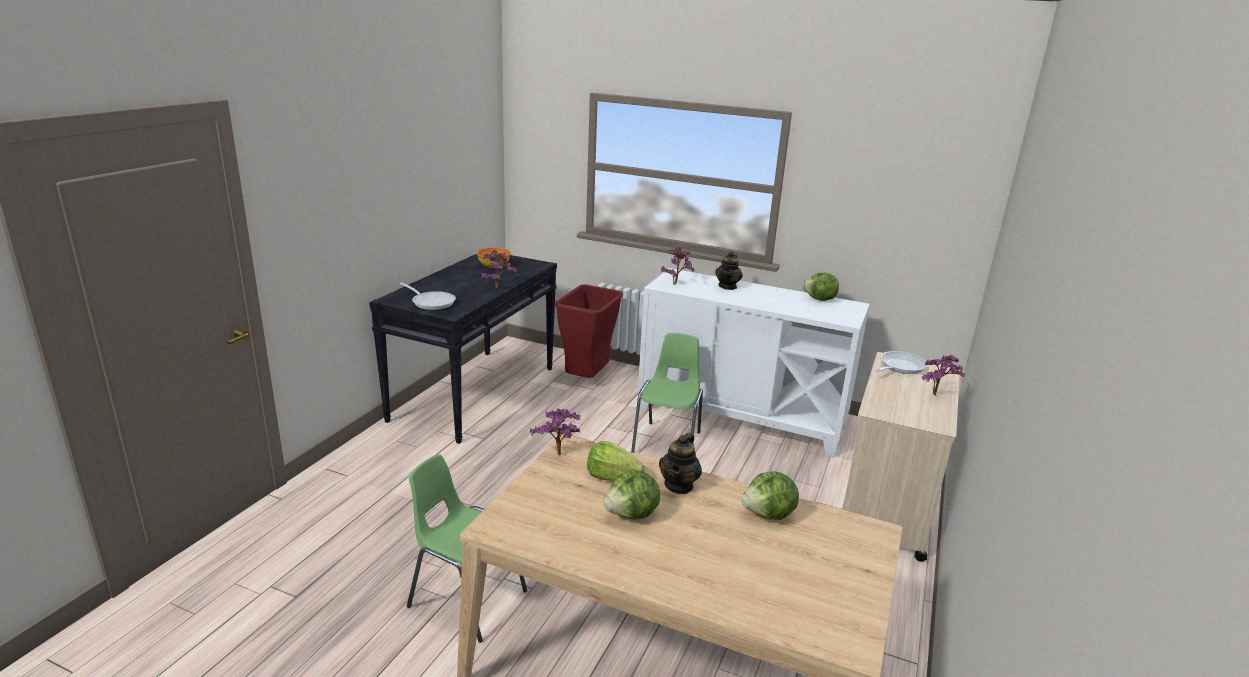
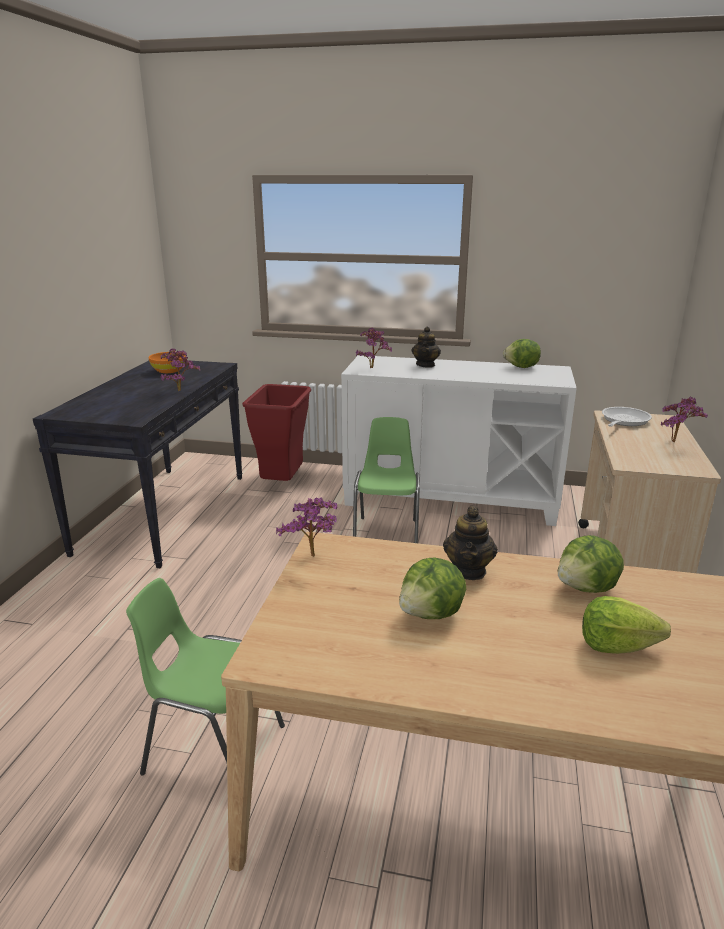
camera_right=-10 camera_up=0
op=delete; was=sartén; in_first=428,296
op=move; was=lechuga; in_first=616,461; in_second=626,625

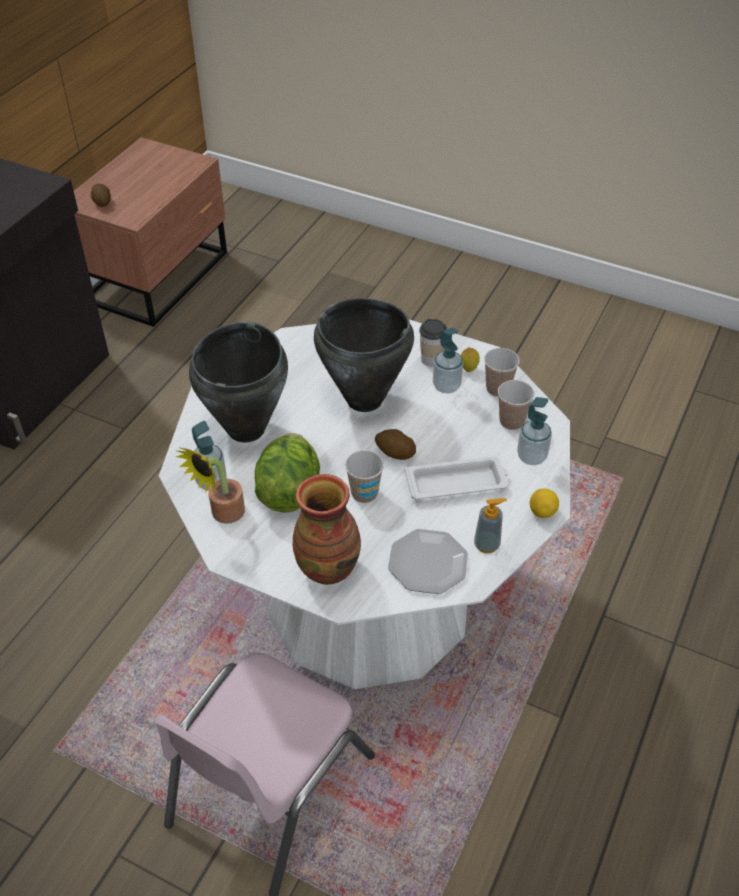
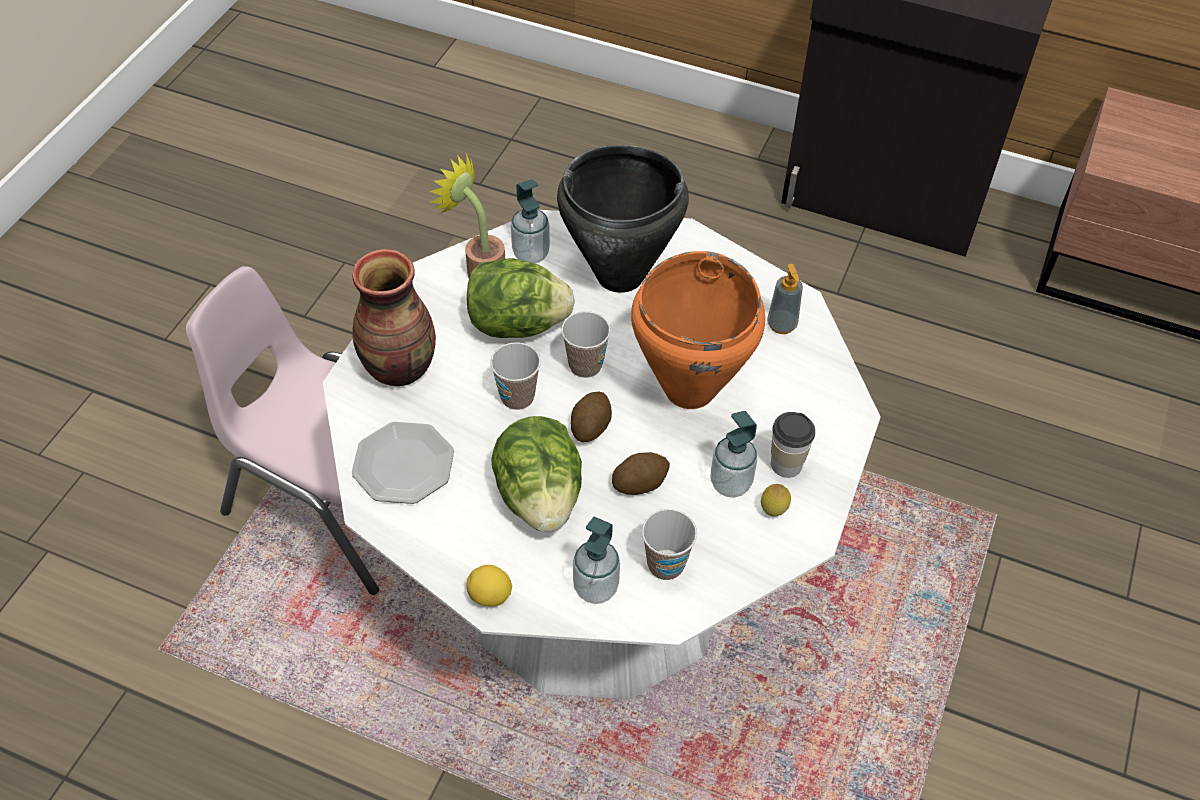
camera_right=85 camera_up=5
op=move; was=patata; in_first=101,195; in_second=641,473
op=recolor; was=olla/negro; now=olla/naranja; in_first=364,355; in_second=698,330
op=move; was=taza; in_first=502,372; in_second=586,344
op=replace; was=bandeja/blanco; now=lechuga; in_first=456,478; in_second=536,474
op=move; was=dispensador de jabón; in_first=490,526; in_second=785,299

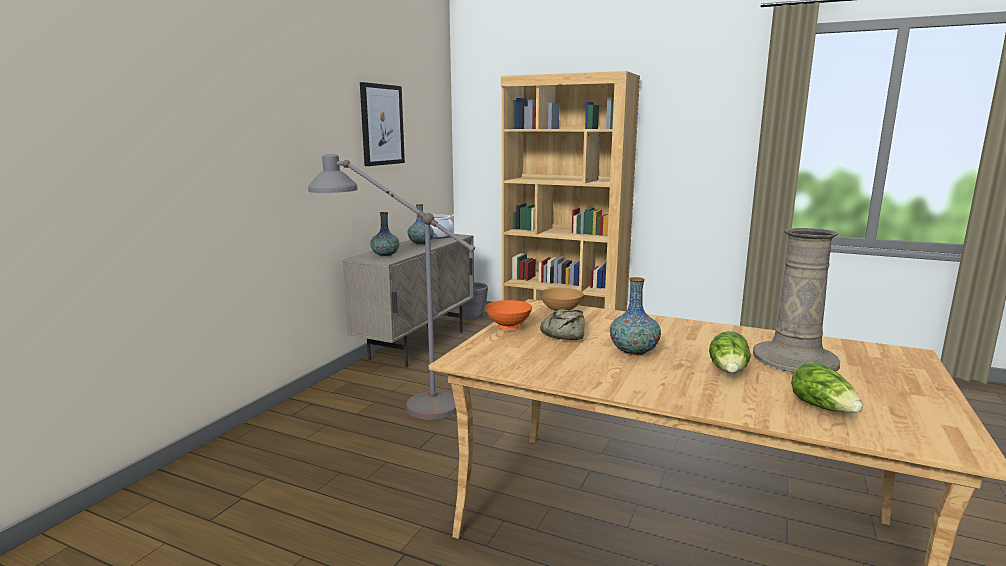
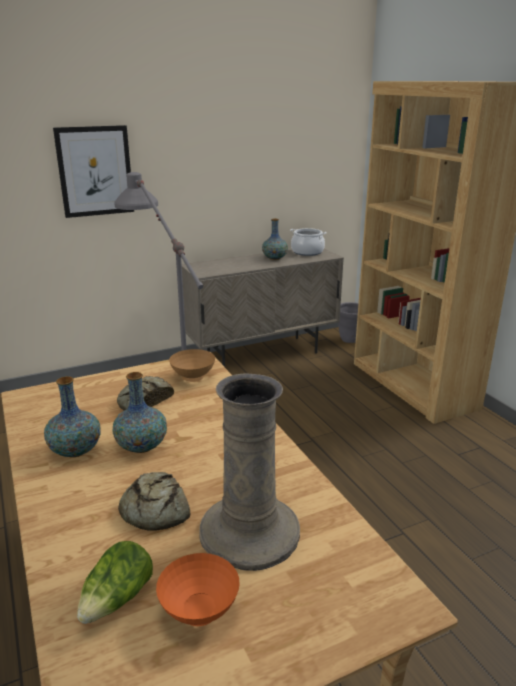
camera_right=40 camera_up=10
op=move; was=cuadro; in_first=382,124; in_second=93,171
op=move; was=florero; in_first=384,234; in_second=72,416
op=move; was=cuenco/naranja; in_first=508,315; in_second=198,589
op=replace; was=lechuga; now=pan; in_first=730,352; in_second=154,501

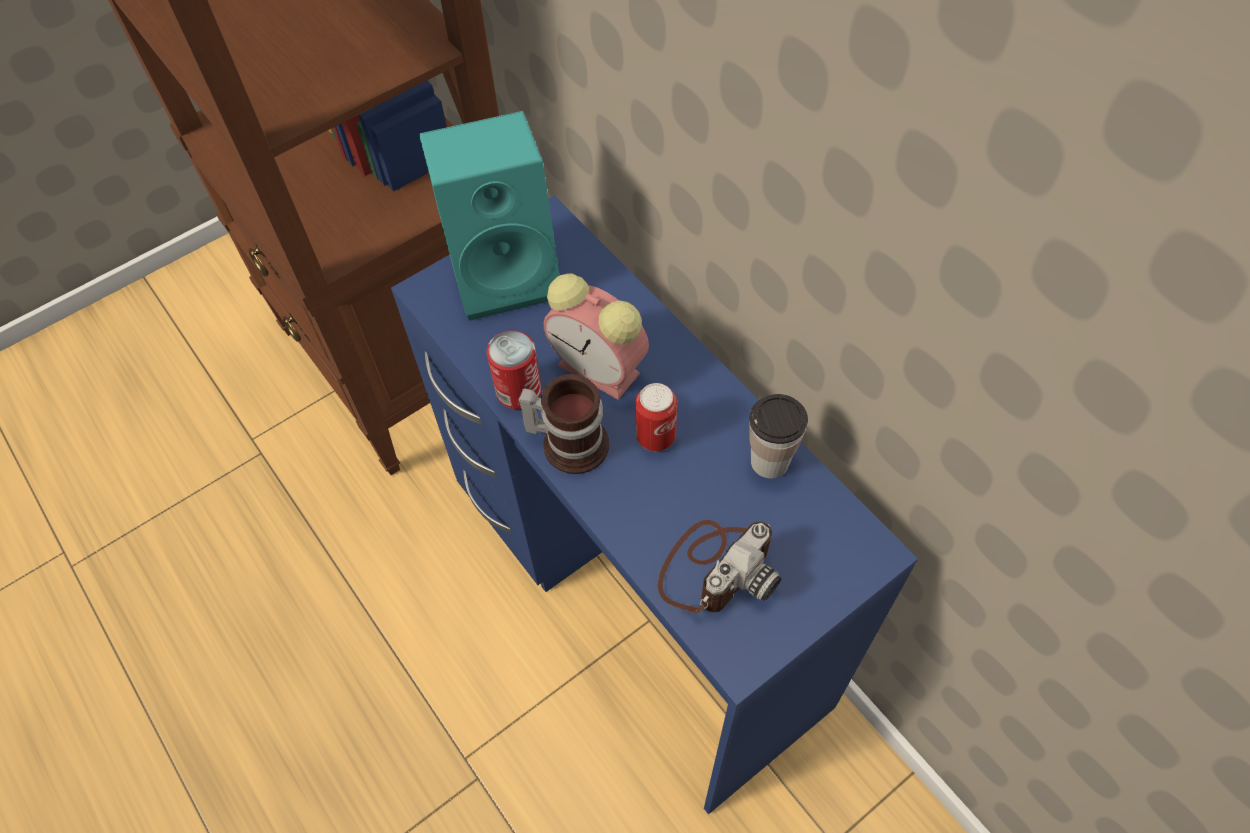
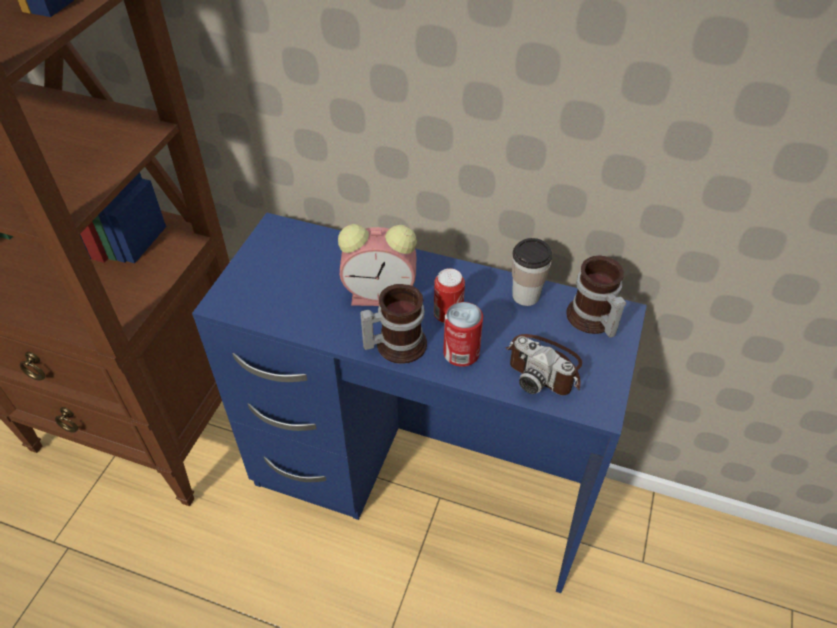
camera_right=-35 camera_up=-10
op=delete; was=altavoz/turquesa; in_first=489,216
op=move; was=lata; in_first=514,369; in_second=463,334
op=rotate; was=cámara; in_first=719,567; in_second=543,364; clockwise=120
op=insert; now=taza grande; in_second=596,297

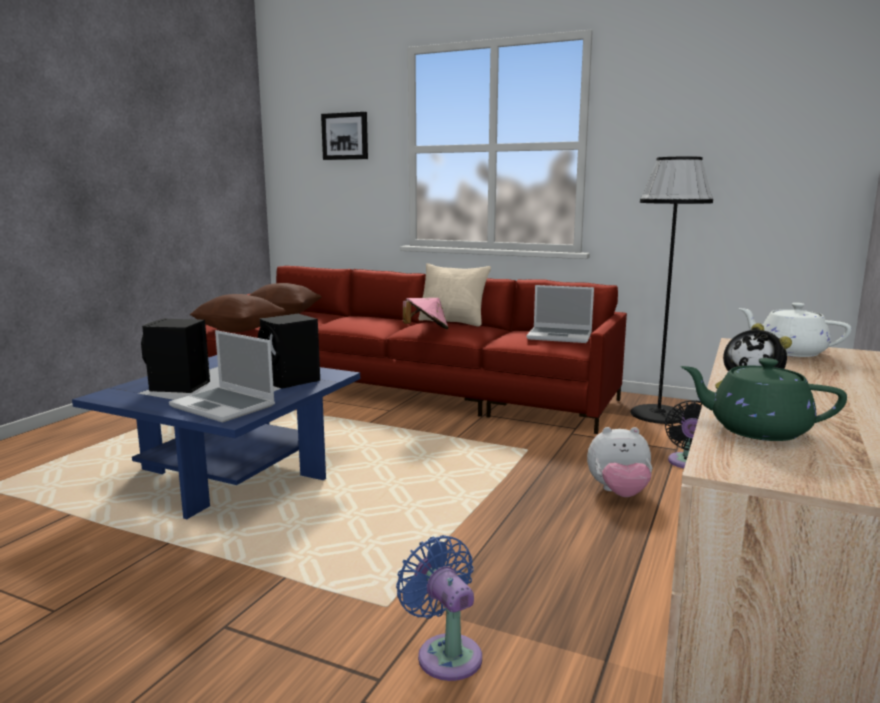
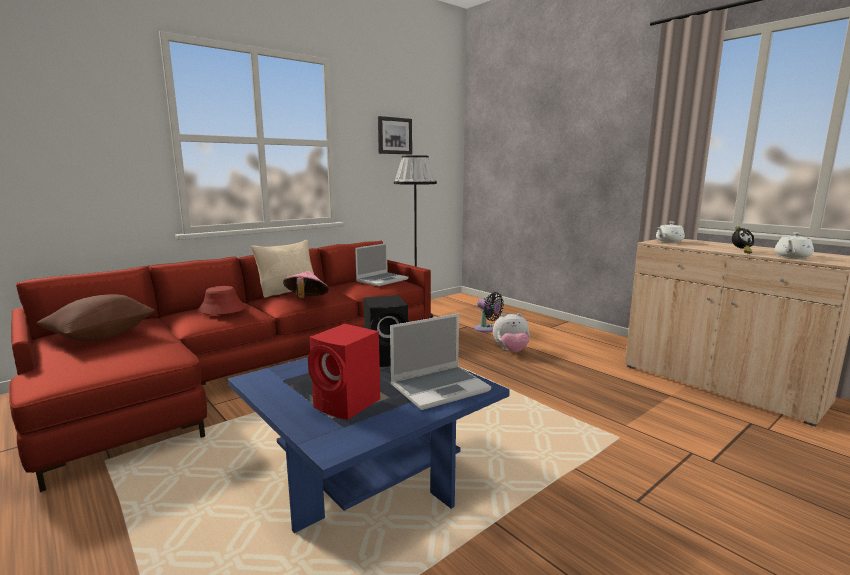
camera_right=-65 camera_up=0
op=move; was=cuadro; in_first=344,136; in_second=395,135
op=delete; was=cojín/marrón; in_first=237,313
op=recolor; was=altavoz/negro; now=altavoz/rojo; in_first=175,355; in_second=344,372
op=recolor; was=tetera/verde; now=tetera/blanco; in_first=763,399; in_second=794,246
op=rotate; was=peluche; in_first=619,462; in_second=511,332; clockwise=60
op=delete; was=ventilador/azul; in_first=439,608
op=insert; now=sombrero/rojo; in_second=222,300

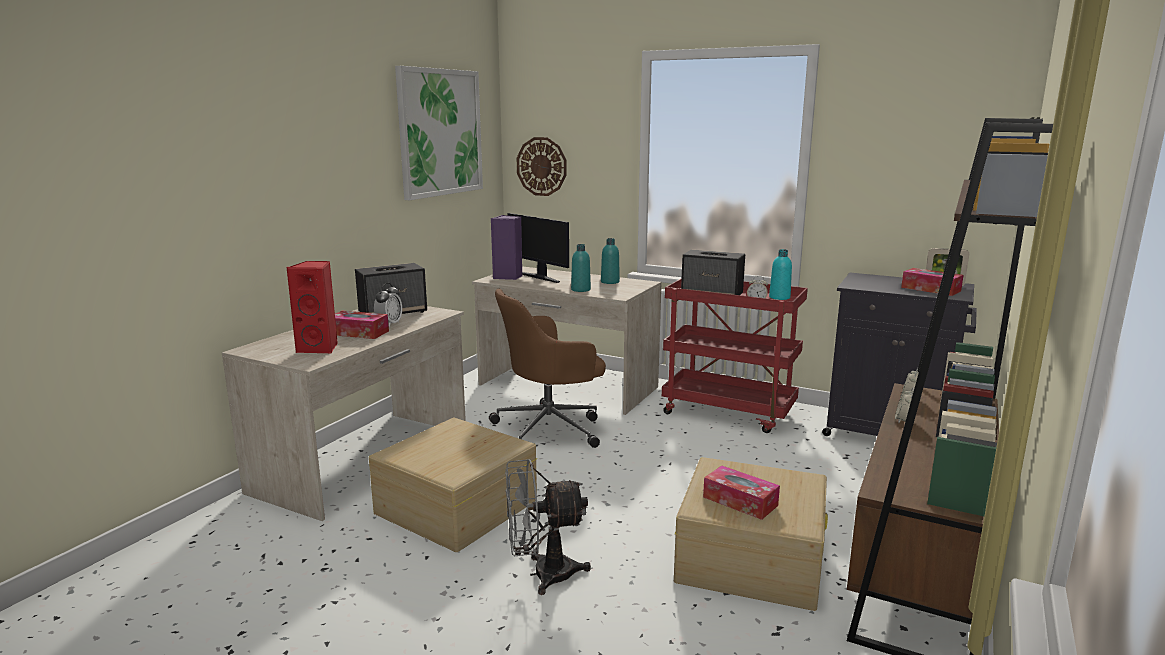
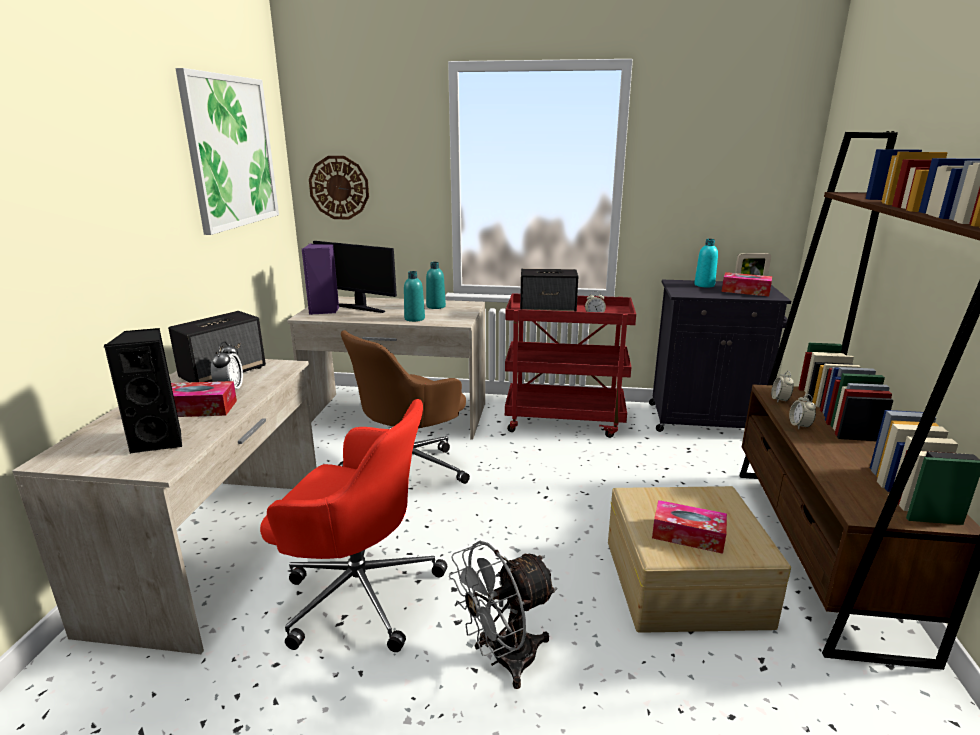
camera_right=-20 camera_up=5
op=move; was=botella/turquesa; in_first=780,274; in_second=706,263
op=recolor; was=altavoz/rojo; now=altavoz/negro; in_first=312,307; in_second=143,391
op=replace; was=caja de almacenaje/beis; now=silla de oficina/rojo; in_first=453,485; in_second=353,525

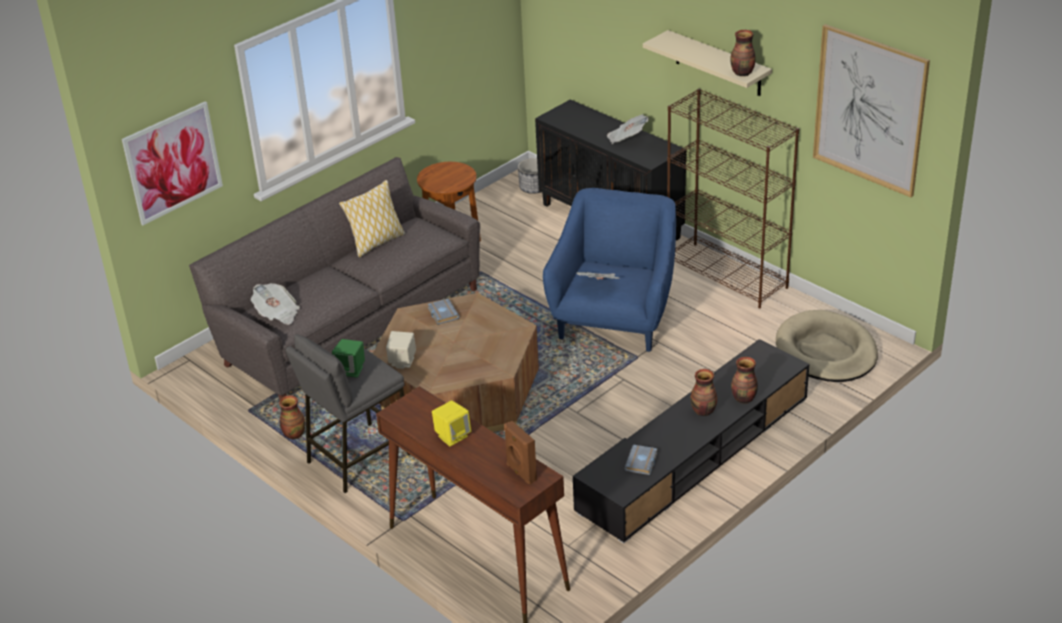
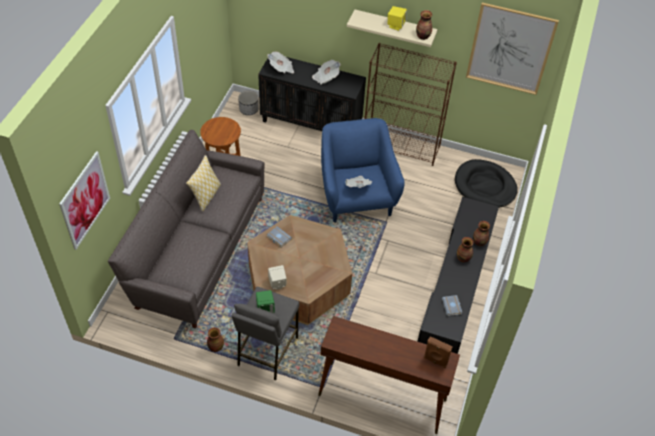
camera_right=-30 camera_up=15
op=move; was=periódico; in_first=275,304; in_second=280,62
op=recolor; was=cama para perro/beis; now=cama para perro/negro; in_first=827,346; in_second=486,183
op=move; was=altavoz/amarillo; in_first=451,423; in_second=397,18

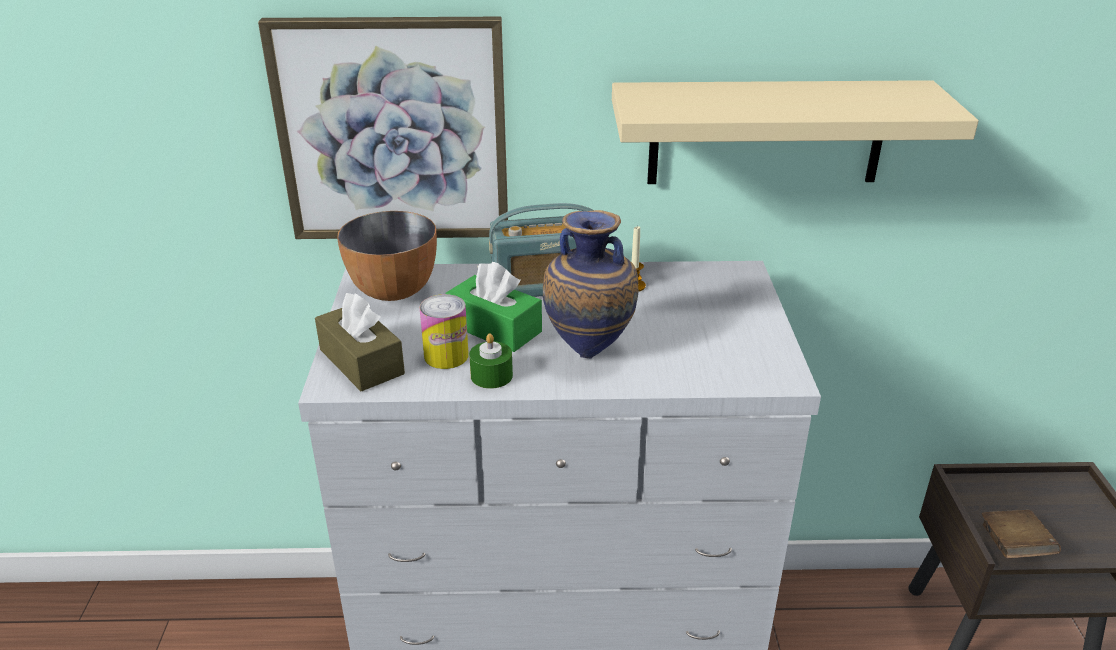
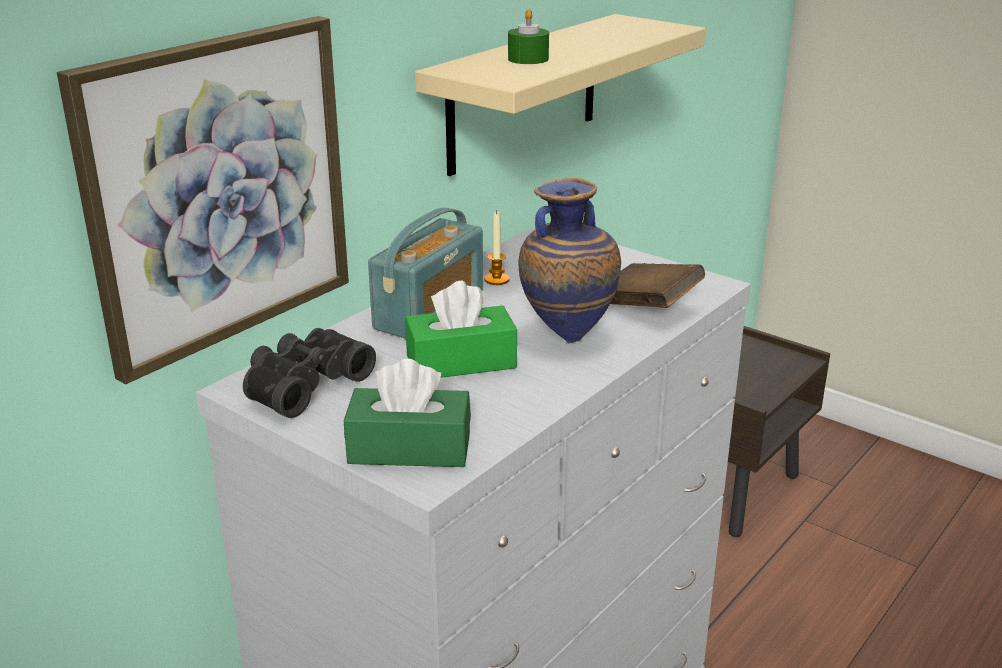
camera_right=-50 camera_up=-5
op=replace; was=cuenco; now=prismáticos/negro; in_first=387,256; in_second=309,373
op=recolor; was=caja de pañuelos/marrón; now=caja de pañuelos/verde; in_first=360,342; in_second=407,413
op=delete; was=lata; in_first=444,331
op=move; was=vela/verde; in_first=491,361; in_second=528,36
op=move; was=libro/marrón; in_first=1021,534; in_second=657,285

